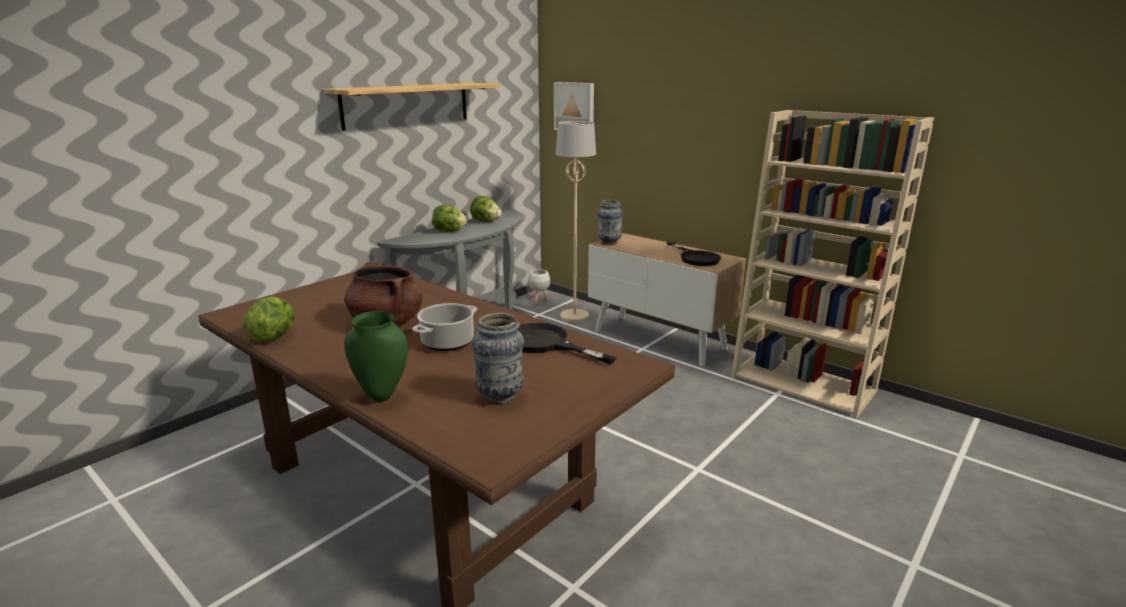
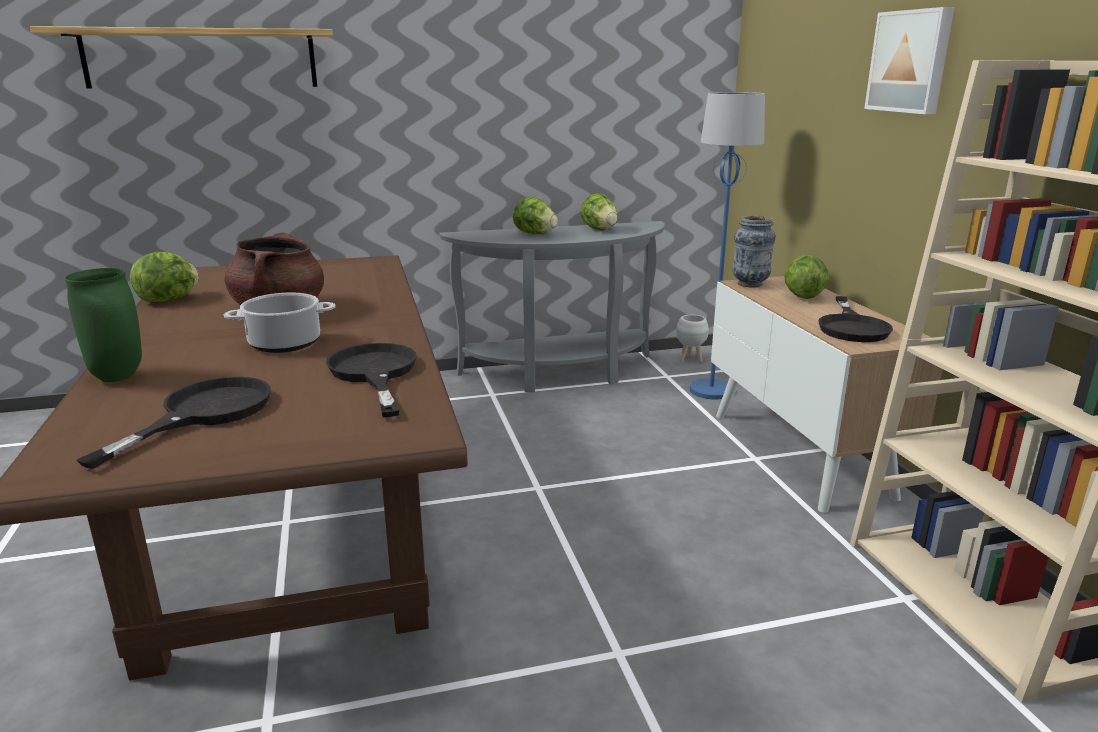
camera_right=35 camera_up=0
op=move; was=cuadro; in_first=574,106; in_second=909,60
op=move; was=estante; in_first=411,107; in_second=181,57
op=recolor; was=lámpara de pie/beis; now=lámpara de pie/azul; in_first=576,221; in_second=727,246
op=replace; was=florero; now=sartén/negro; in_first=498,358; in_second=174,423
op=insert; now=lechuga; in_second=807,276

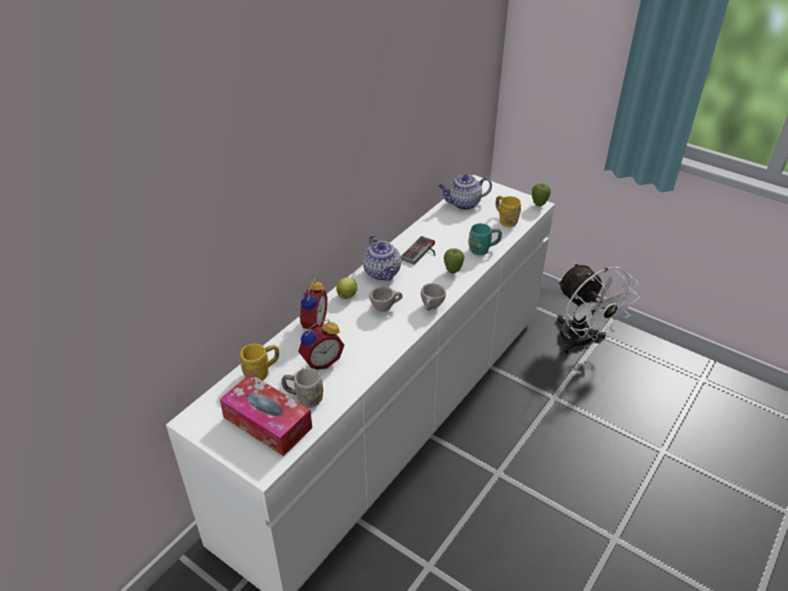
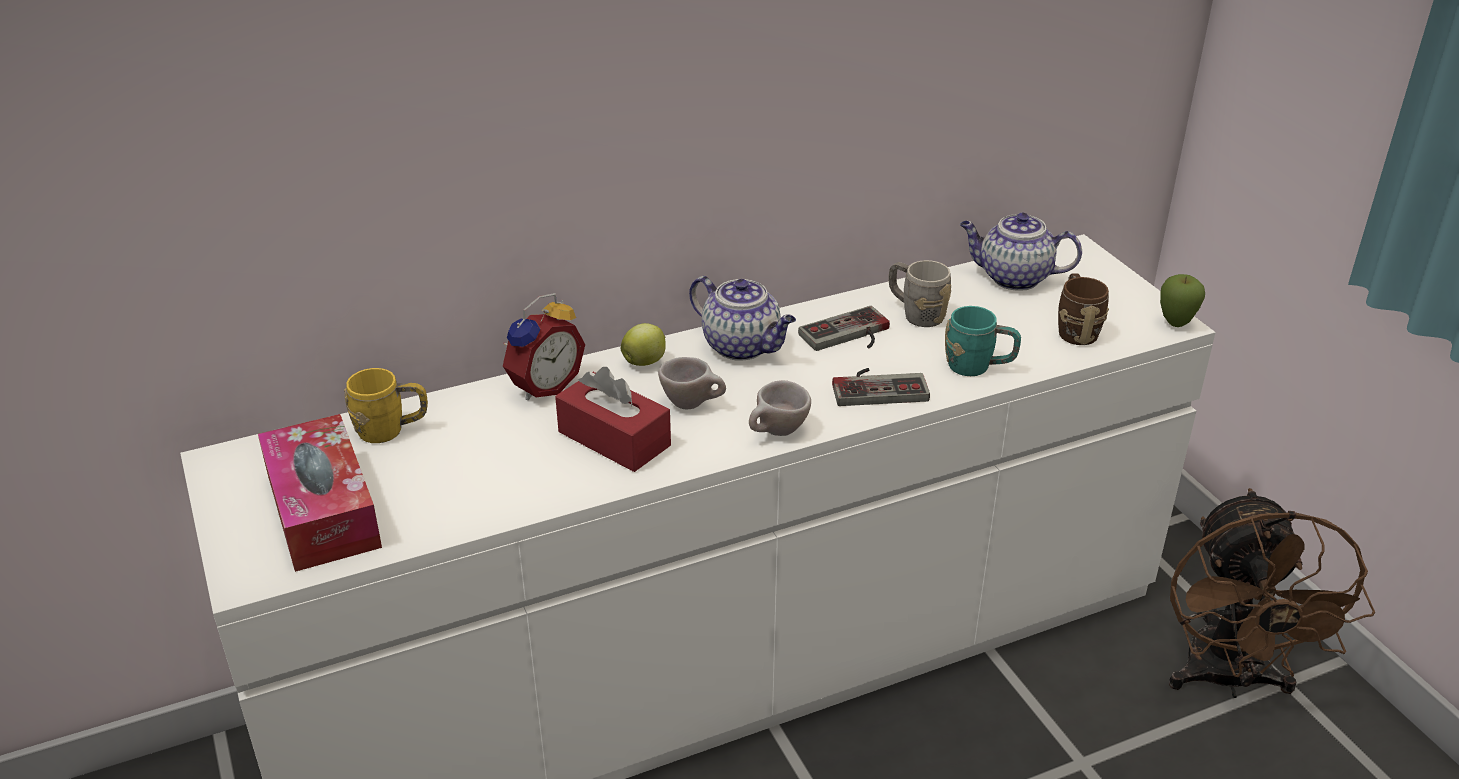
camera_right=30 camera_up=-5
op=recolor; was=taza grande/amarillo; now=taza grande/marrón; in_first=508,211; in_second=1083,309
op=rotate; was=tetera; in_first=382,258; in_second=742,318; clockwise=-60
op=replace; was=manzana; now=mando de consola; in_first=454,261; in_second=881,387
op=recolor; was=ventilador/blanco; now=ventilador/marrón; in_first=598,308; in_second=1272,593
op=delete; was=despertador; in_first=321,345
op=move; was=taza grande/gris; in_first=302,388; in_second=920,293
op=insert; now=caja de pañuelos/rojo; in_second=613,419

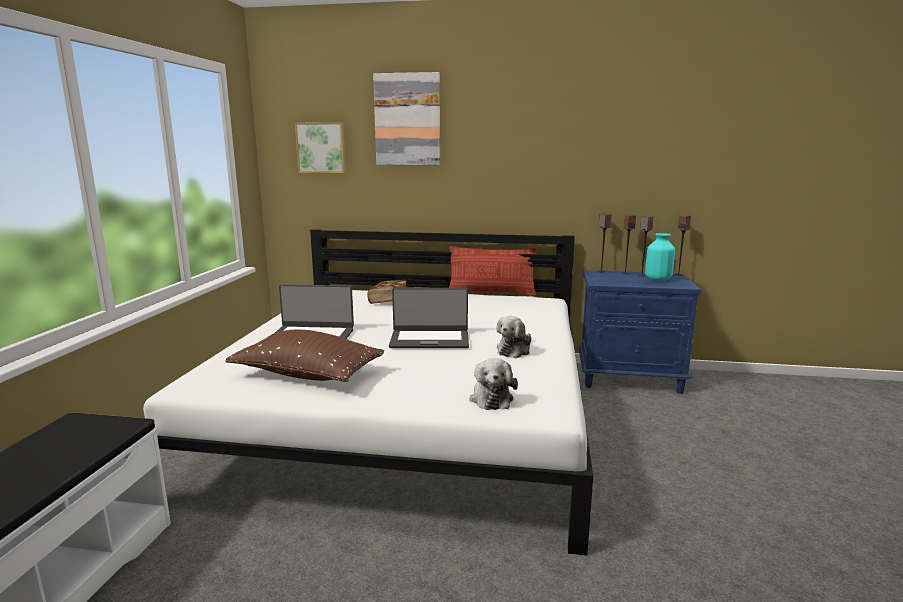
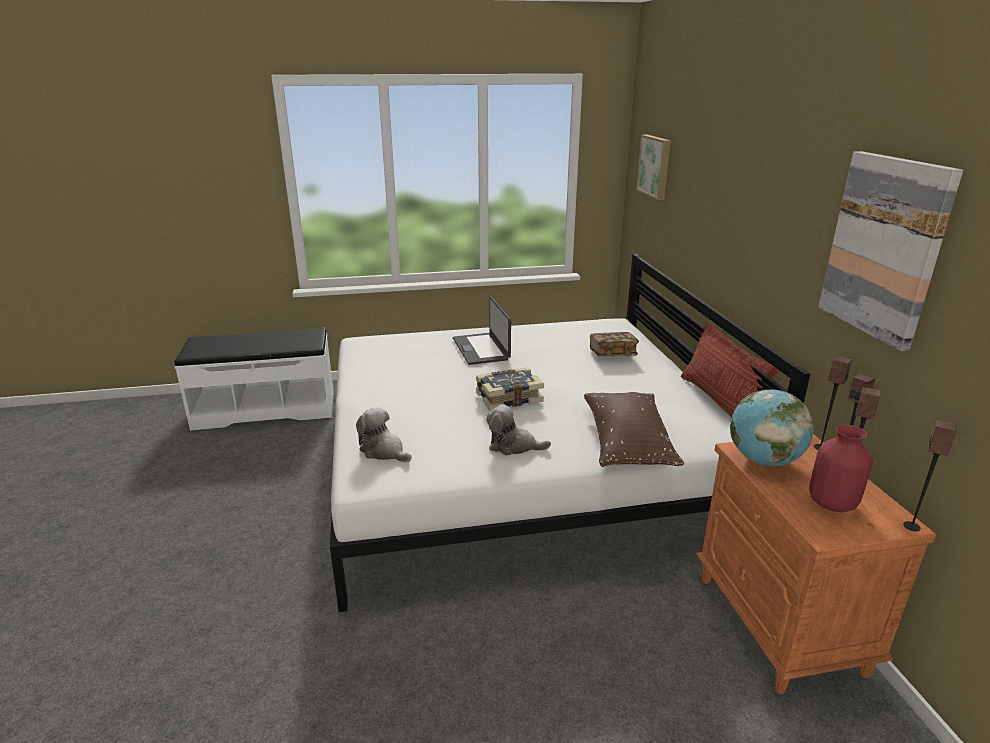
camera_right=70 camera_up=10
op=move; was=cuadro; in_first=406,118; in_second=890,251
op=recolor; was=florero/turquesa; now=florero/rojo; in_first=660,257; in_second=841,468
op=recolor; was=mesita de noche/azul; now=mesita de noche/naranja; in_first=640,332; in_second=816,564
op=replace; was=portátil; now=libro; in_first=429,318; in_second=510,389
op=move; was=cojín/marrón; in_first=304,356; in_second=634,429
op=rotate; was=peluche; in_first=493,384; in_second=384,434; clockwise=60
op=insert; now=globo terráqueo; in_second=772,427

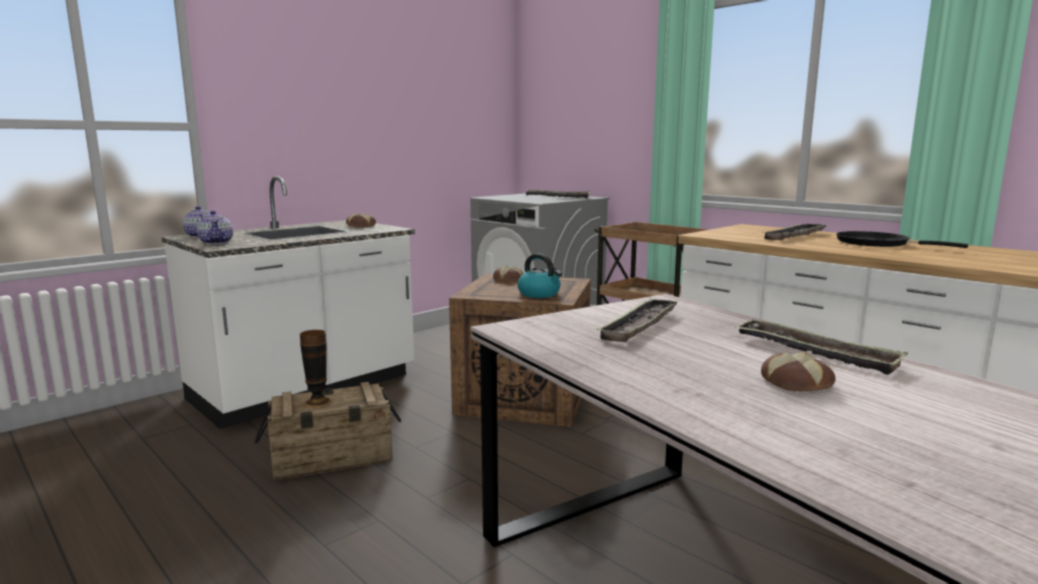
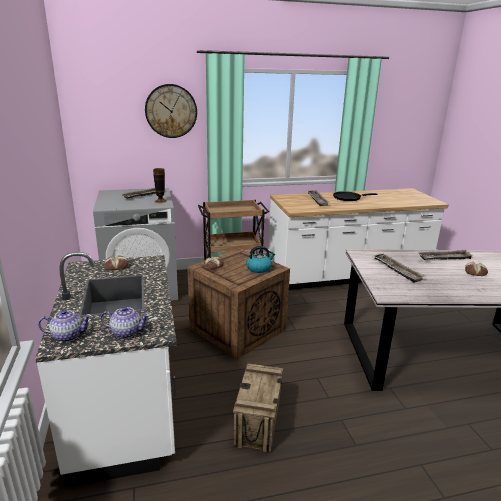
camera_right=-60 camera_up=10
op=move; was=florero; in_first=316,369; in_second=160,185
op=insert; now=reloj de pared; in_second=171,111

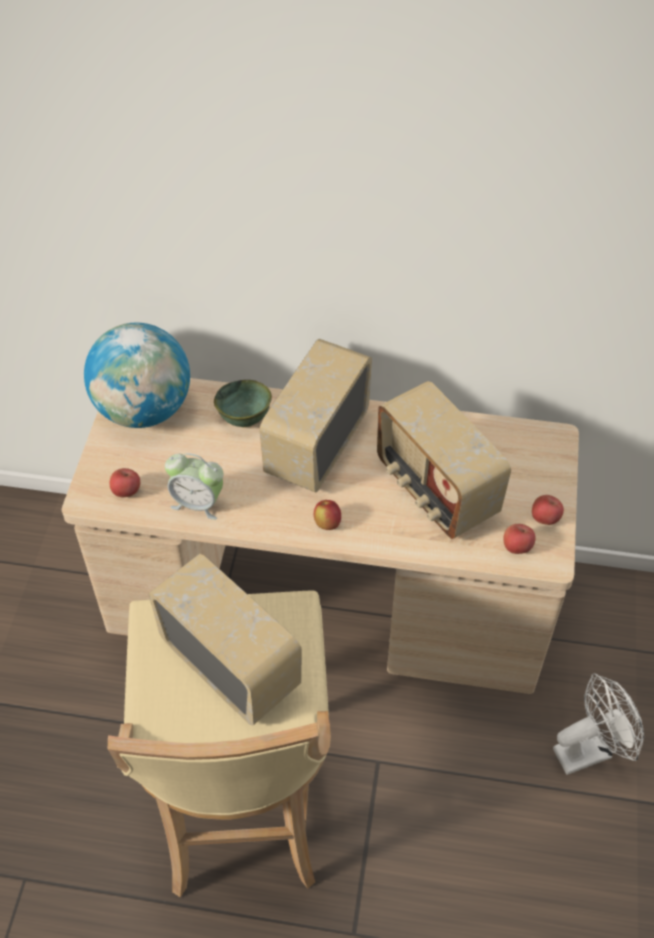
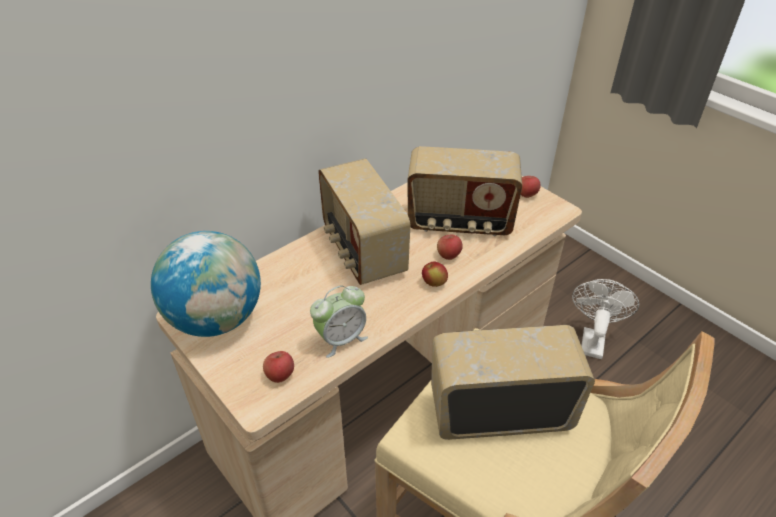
camera_right=-50 camera_up=-10
op=delete; was=cuenco/verde; in_first=243,403
op=move; was=manzana; in_first=519,539; in_second=450,247

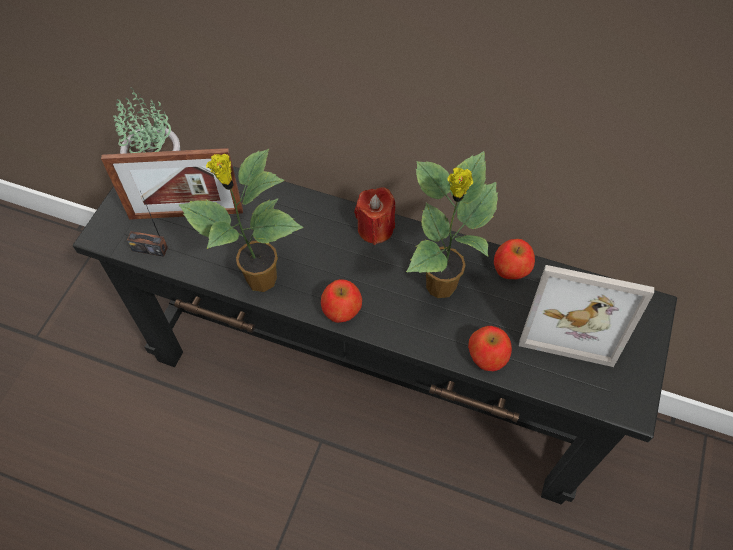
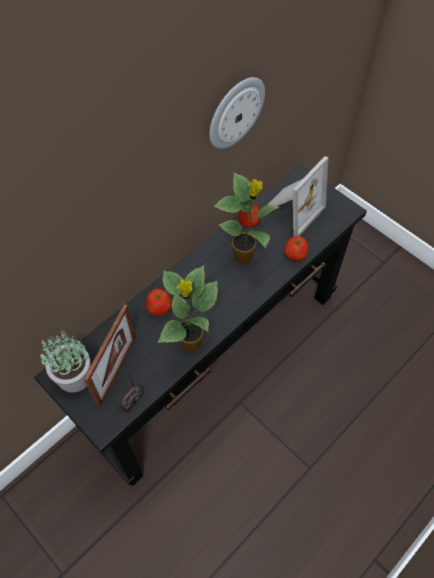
camera_right=-65 camera_up=0
op=delete; was=vela/rojo; in_first=374,216
op=move; was=manzana; in_first=341,301; in_second=159,302
op=insert; now=reloj de pared; in_second=237,113

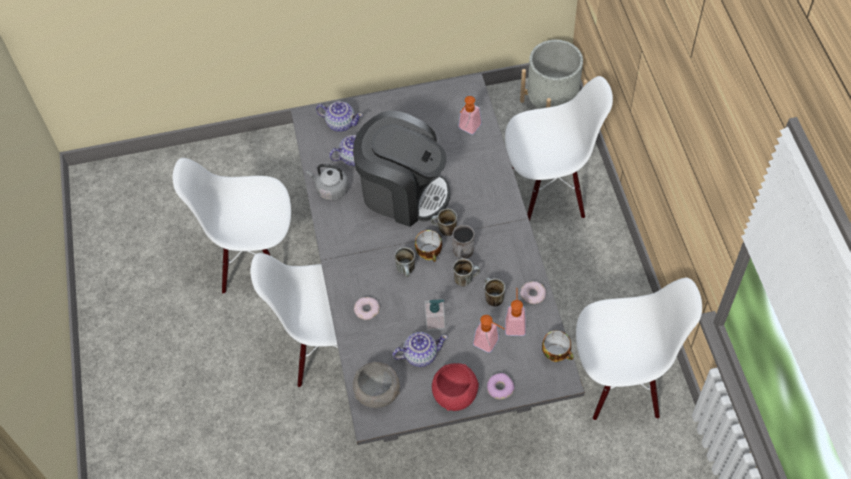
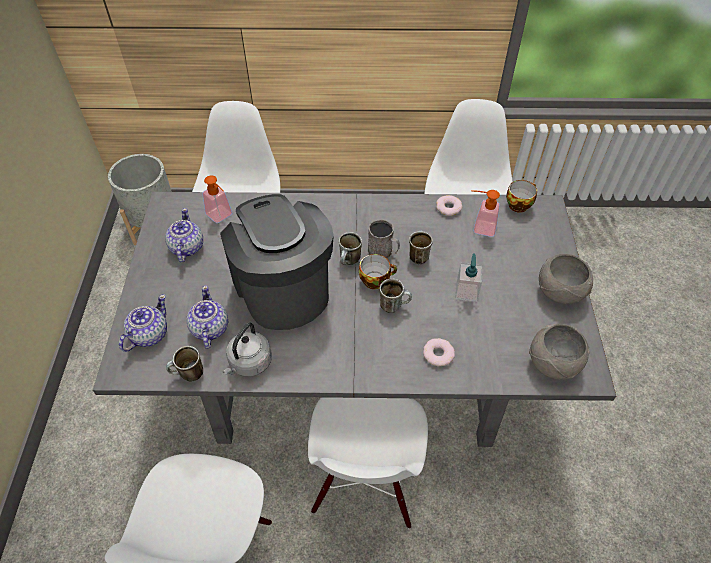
camera_right=-80 camera_up=-5
op=rotate; was=cafetera; in_first=401,168; in_second=277,262; clockwise=-60
op=move; was=taza grande; in_first=494,292; in_second=184,364
op=delete; was=dispensador de jabón; in_first=488,334
op=move; was=tetera; in_first=420,349; in_second=184,235
op=recolor; was=cuenco/rojo; now=cuenco/gris; in_first=455,387; in_second=566,279
op=delete; was=rosquilla; in_first=500,386

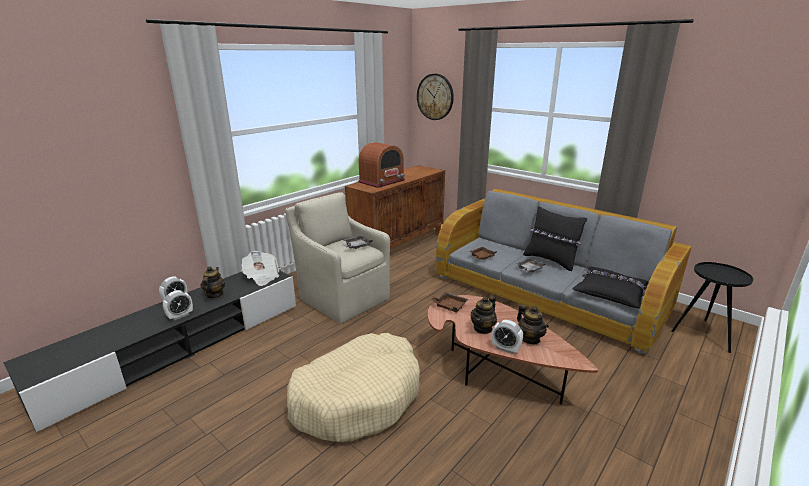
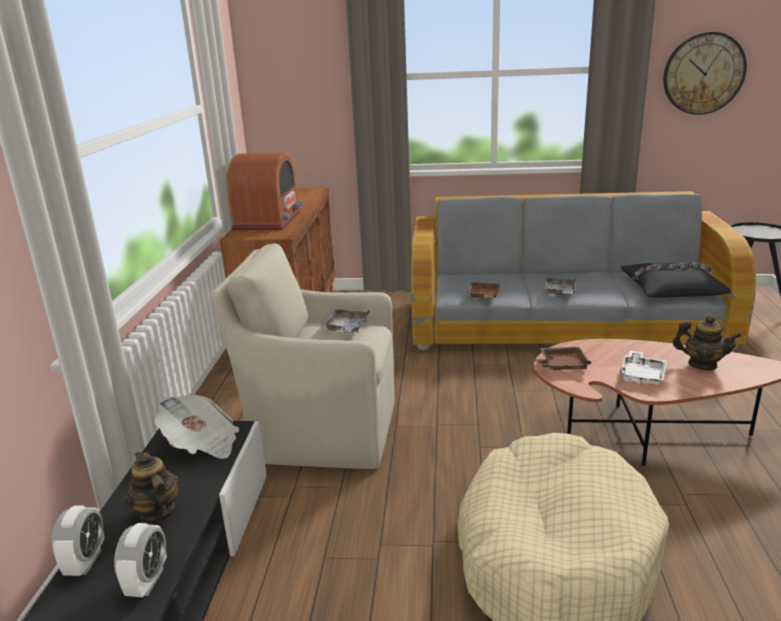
camera_right=-35 camera_up=0
op=move; was=reloj de pared; in_first=435,97; in_second=705,73
op=delete; was=cojín/negro; in_first=555,238
op=replace; was=tetera; now=bandeja/blanco; in_first=484,315; in_second=643,367
op=delete; was=despertador; in_first=507,337

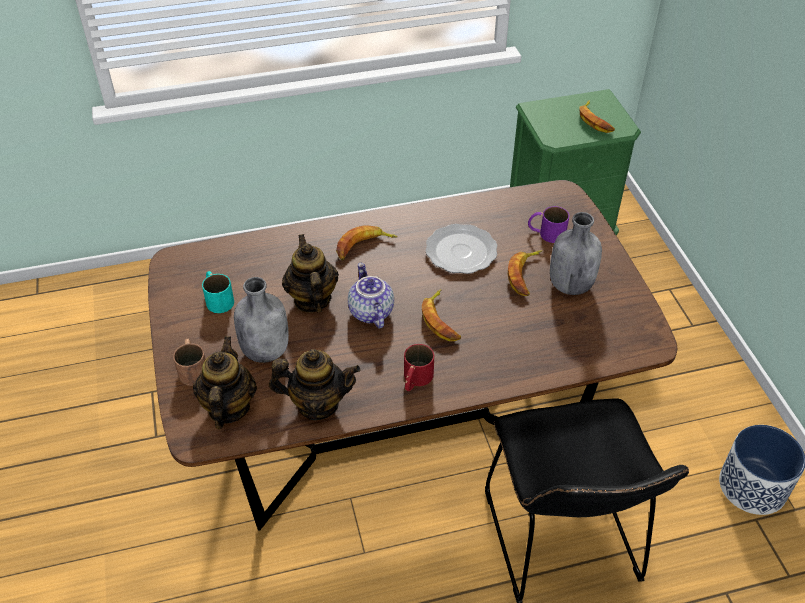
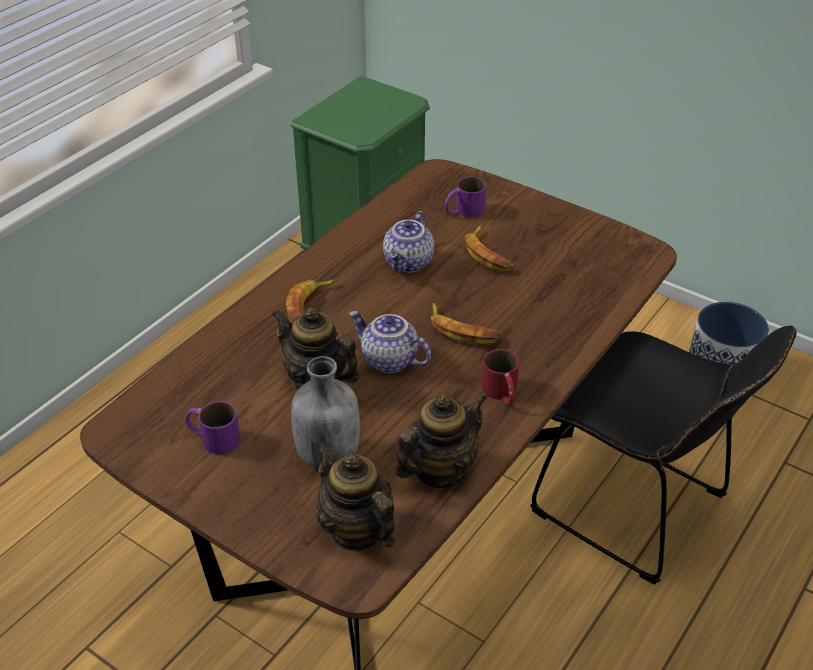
camera_right=-40 camera_up=-5
op=delete; was=plátano; in_first=597,116
op=delete; was=botella/gris; in_first=576,253
op=replace; was=plato; now=tetera; in_first=461,249; in_second=408,242
op=recolor; was=taza grande/turquesa; now=taza grande/morado; in_first=218,292; in_second=213,428
op=delete; was=taza grande/marrón; in_first=189,362

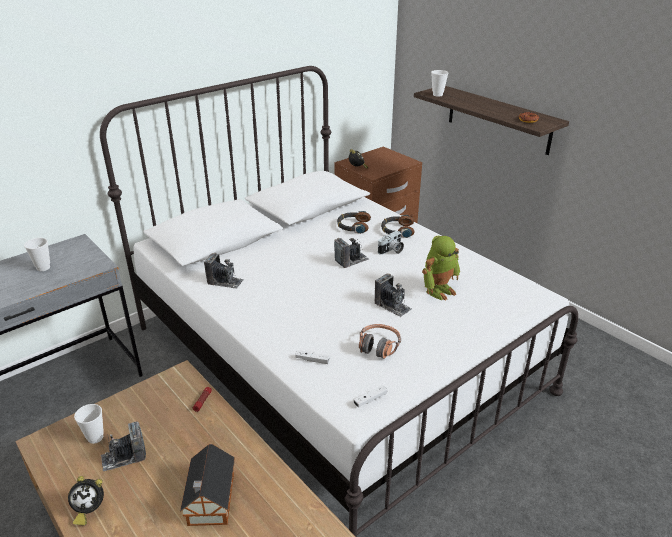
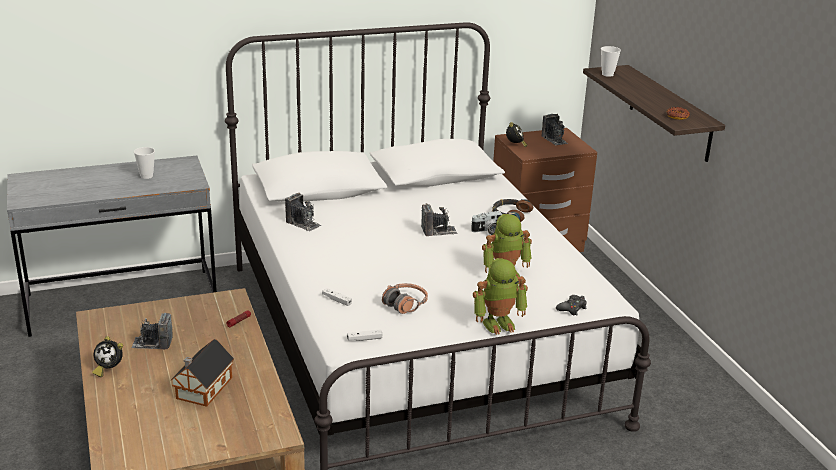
camera_right=20 camera_up=-5
op=delete; was=auriculares; in_first=354,222
op=move; was=cámara; in_first=393,295; in_second=554,130
op=delete; was=taza; in_first=89,424
op=insert; now=robot de juguete; in_second=500,296
op=insert; now=mando de consola/negro; in_second=571,305

